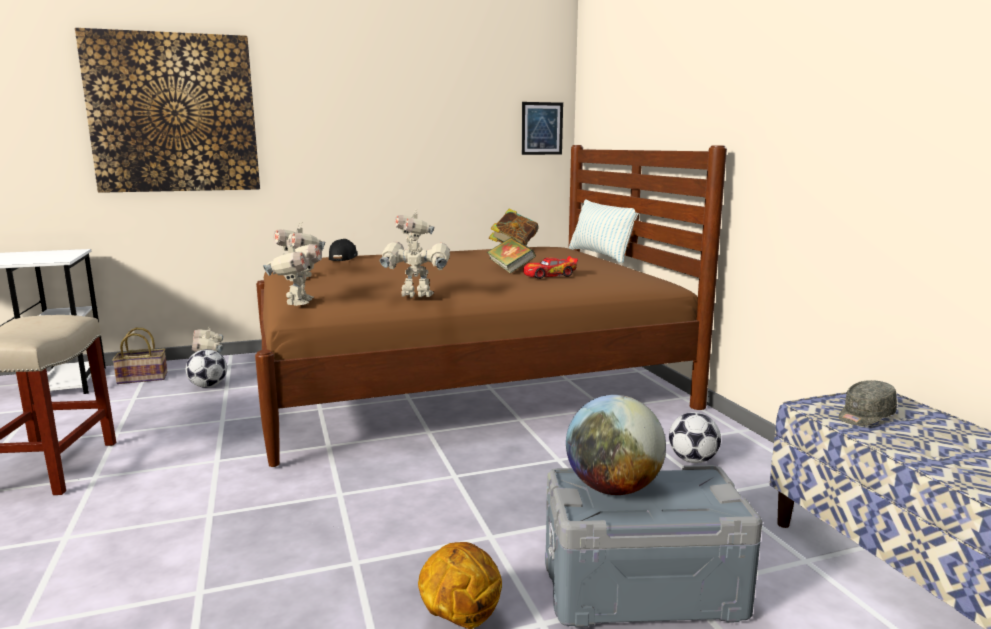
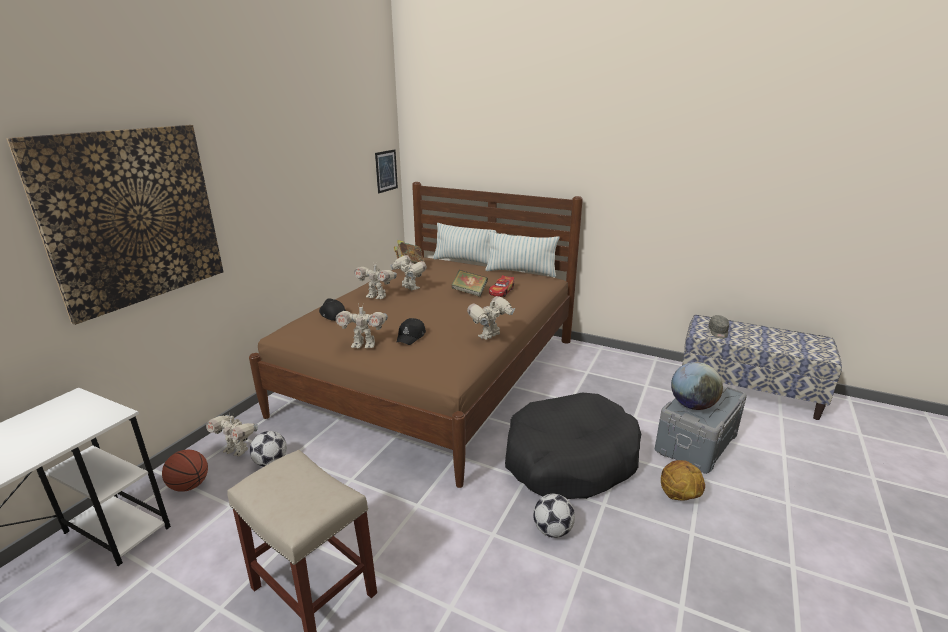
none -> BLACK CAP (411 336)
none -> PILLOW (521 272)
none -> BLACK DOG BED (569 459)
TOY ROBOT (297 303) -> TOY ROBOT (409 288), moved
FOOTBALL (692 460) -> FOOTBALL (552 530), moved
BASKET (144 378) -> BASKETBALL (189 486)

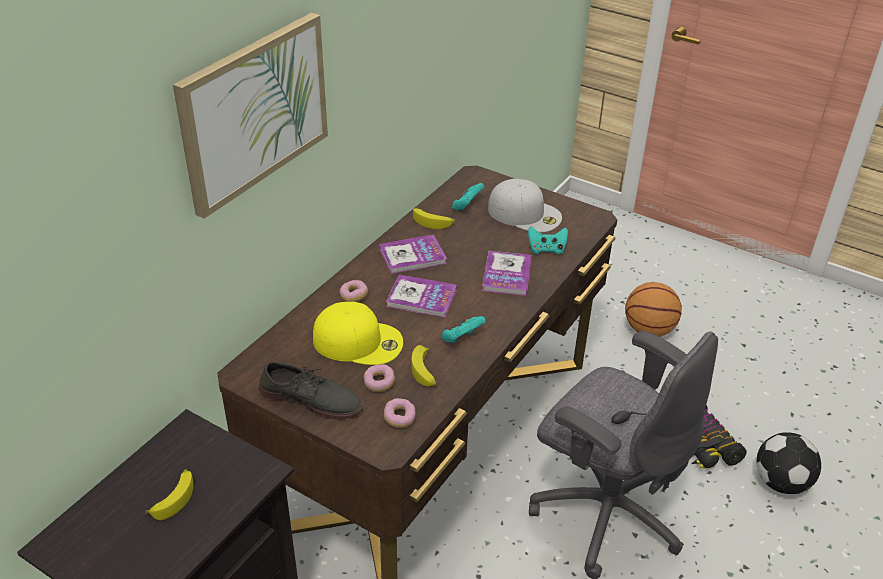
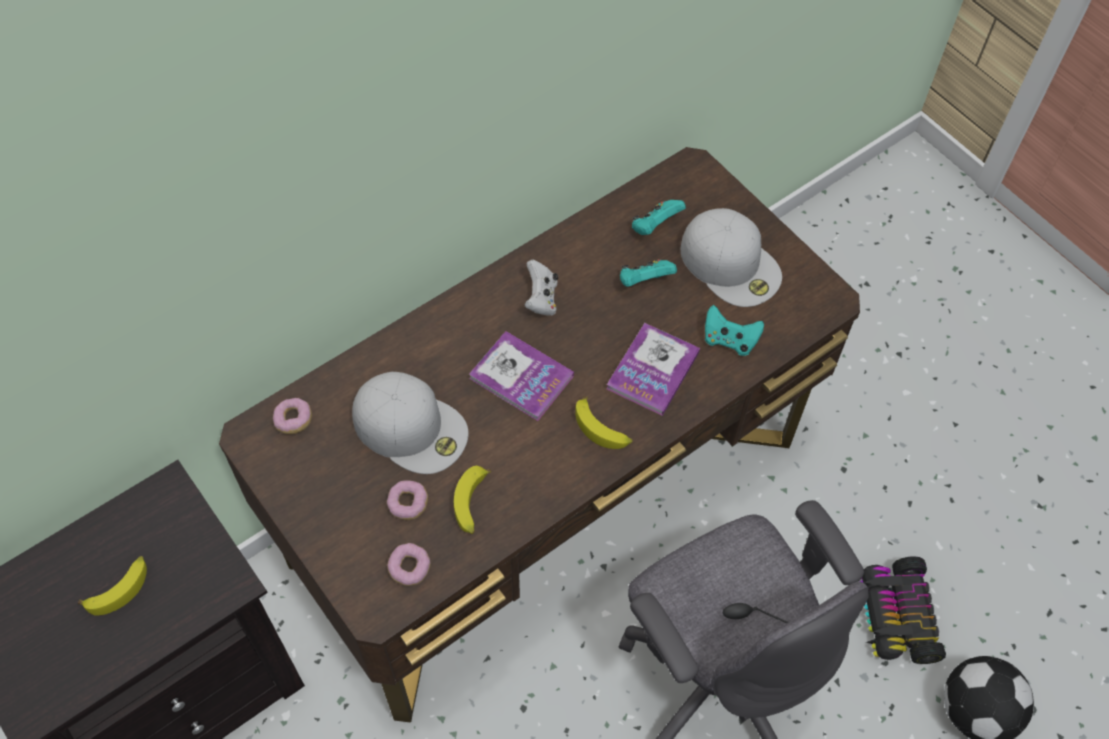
PICTURE (254 111) -> none
GREY SHOE (311 398) -> none
BASKETBALL (649 330) -> none
DONUT (354 296) -> DONUT (293 420), moved
BANANA (433 222) -> BANANA (602 429), moved
TURQUOISE GAME CONTROLLER (461 339) -> TURQUOISE GAME CONTROLLER (644 282), moved
BOOK (412 256) -> WHITE GAME CONTROLLER (541 299)
YELLOW CAP (359 341) -> WHITE CAP (411 427)

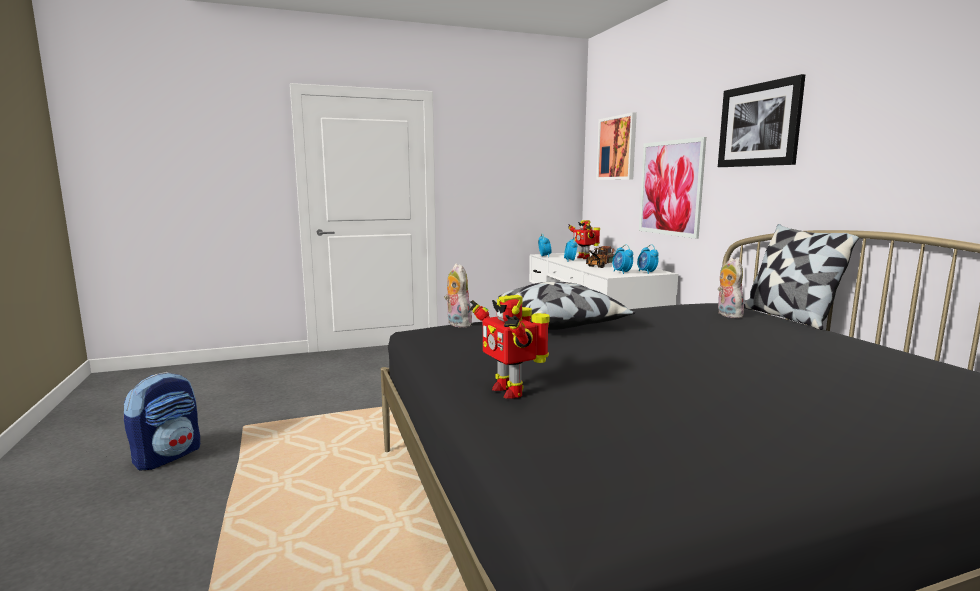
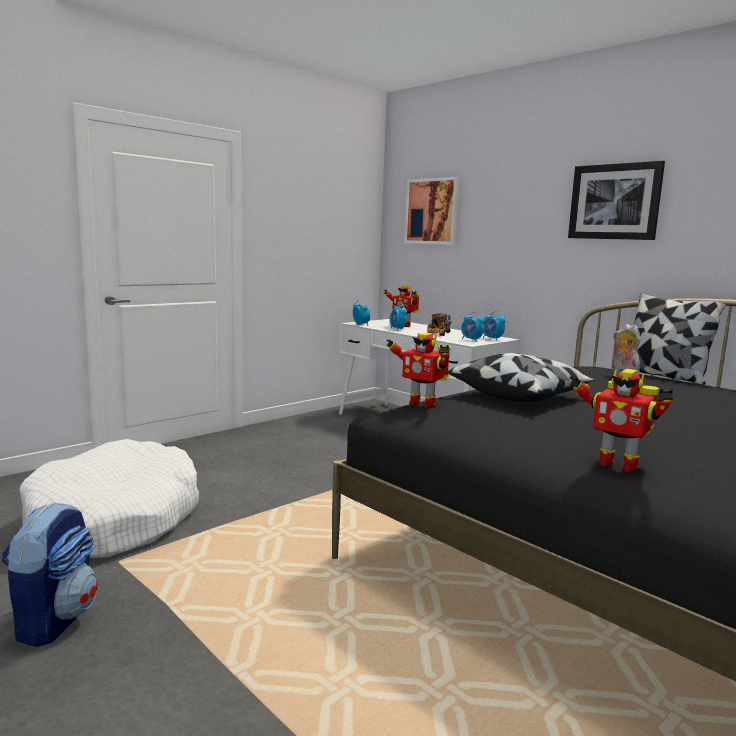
PICTURE (670 188) -> none
none -> WHITE DOG BED (114 520)
PLUSH TOY (457 324) -> TOY ROBOT (421 404)

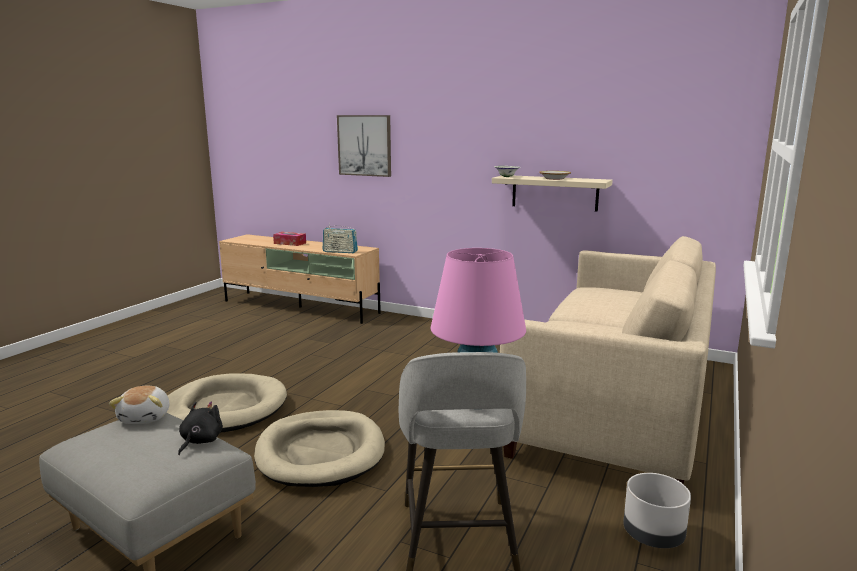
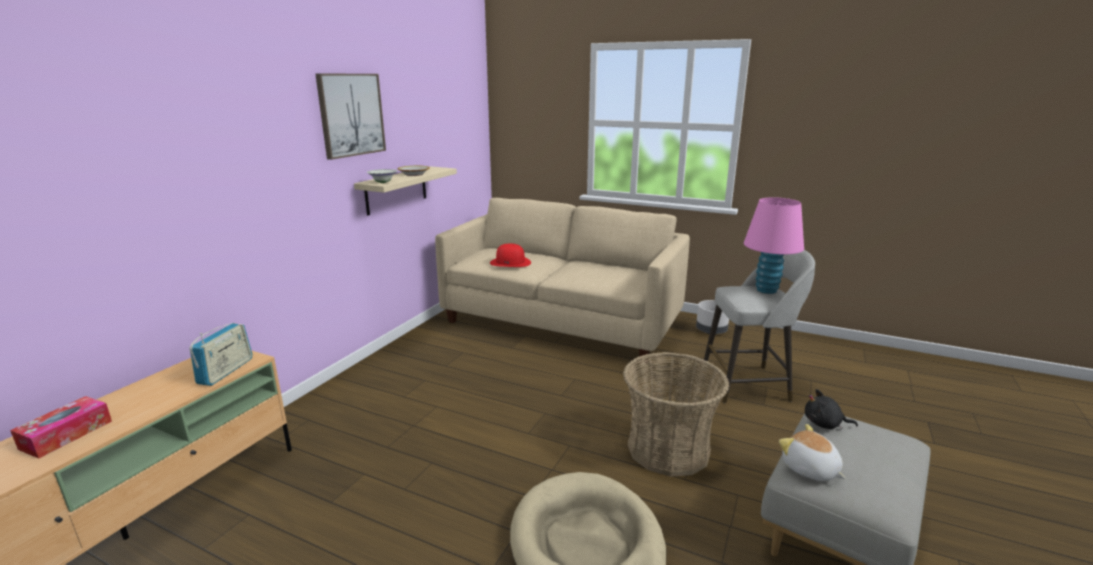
none -> RED HAT (510 262)
PICTURE (365 145) -> PICTURE (351 115), moved
BEIGE DOG BED (321 453) -> BASKET (668 449)
PLUSH TOY (146 417) -> PLUSH TOY (809 469), 120 degrees counterclockwise

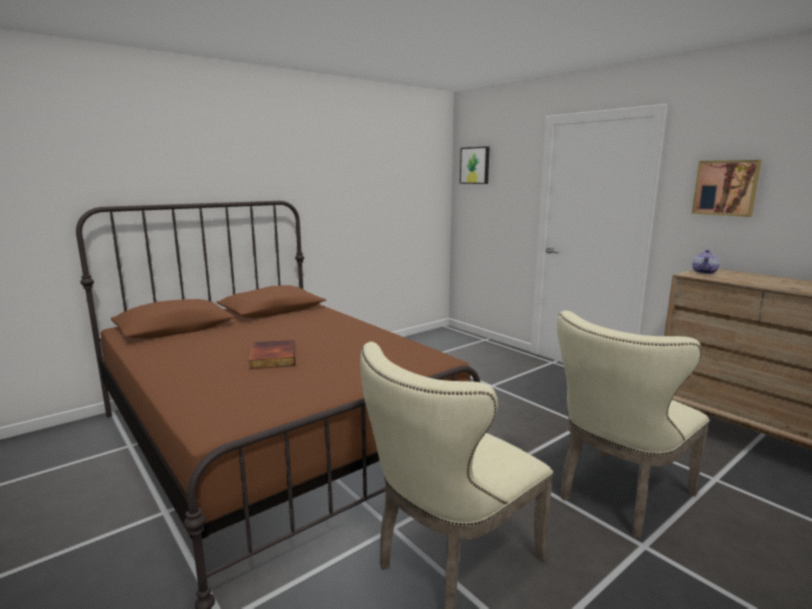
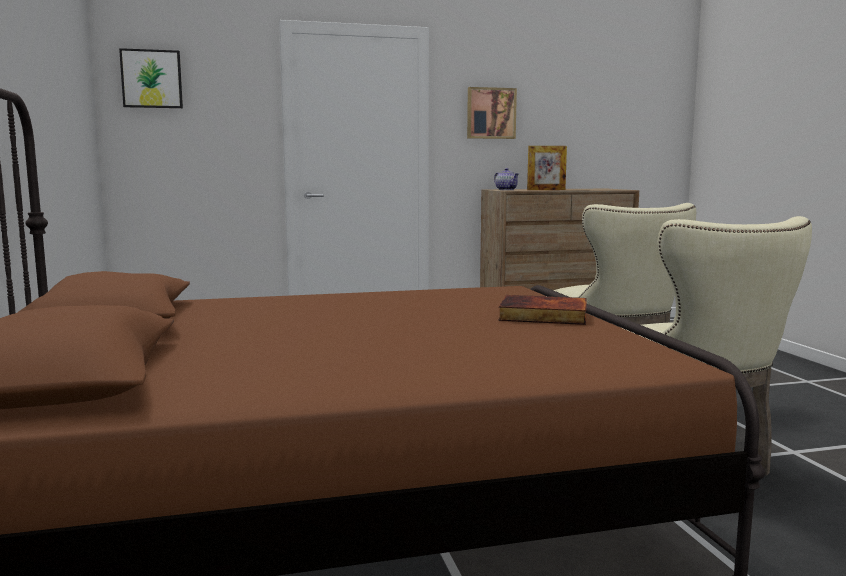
none -> PICTURE FRAME (546 190)
BOOK (272 357) -> BOOK (542 316), moved

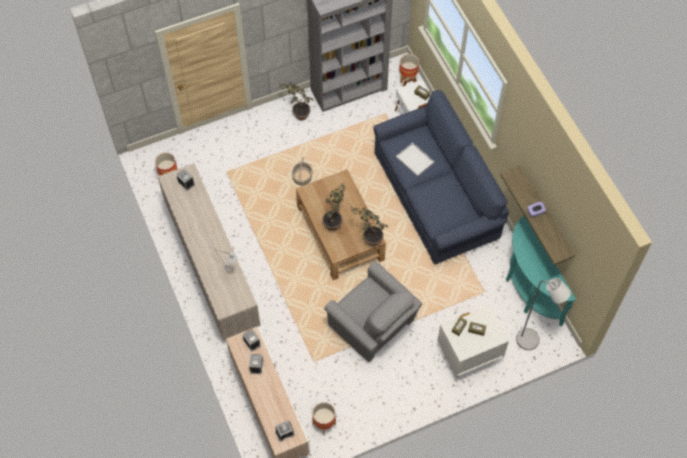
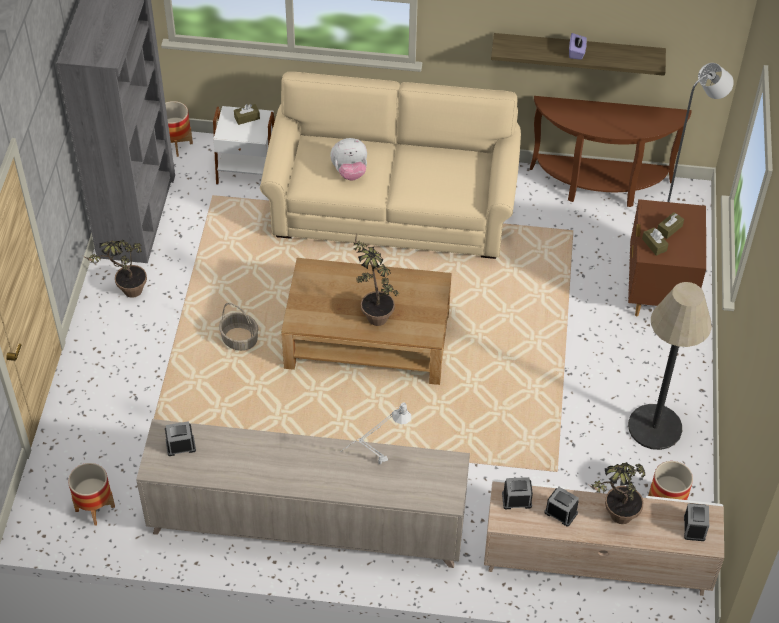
GREY ARMCHAIR (373 327) -> none
none -> FLOOR LAMP (654 427)
POTTED PLANT (369 238) -> POTTED PLANT (614 518), moved
WHITE TRAY (415 160) -> PLUSH TOY (350 172)
BLUE SOFA (435 198) -> BEIGE SOFA (392 209)
WHITE NIGHTSTAND (468 356) -> BROWN NIGHTSTAND (658 294)
TURQUOISE CONSOLE TABLE (528 290) -> BROWN CONSOLE TABLE (600 187)

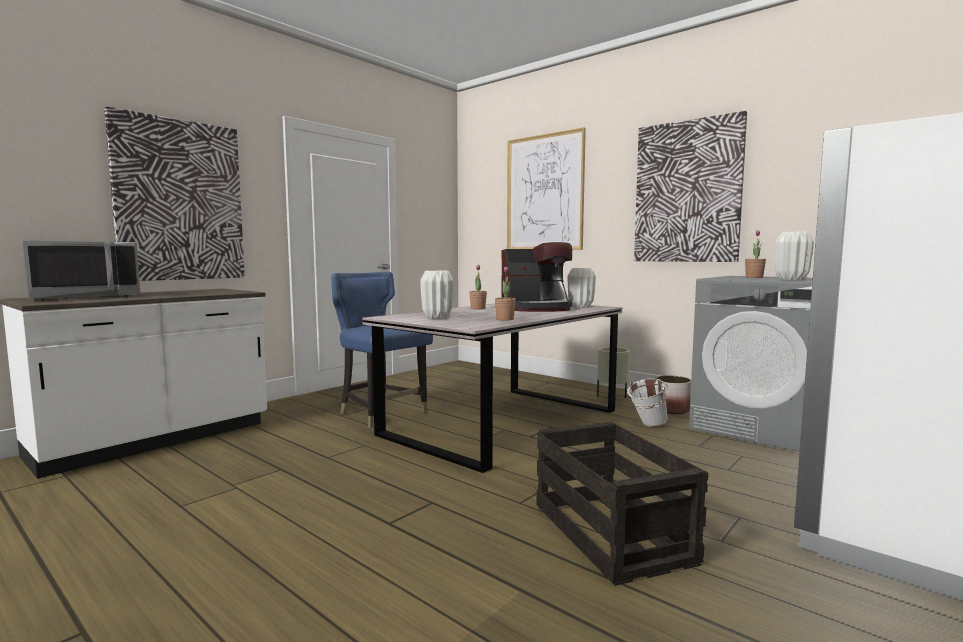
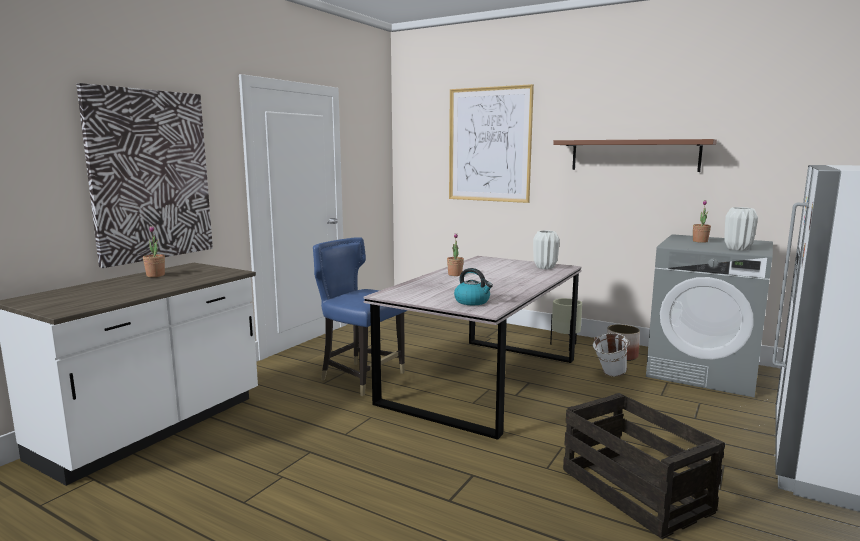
GREY MICROWAVE (85 297) -> none
WHITE VASE (437 317) -> none
COFFEE MACHINE (536 308) -> none
none -> KETTLE (472 301)
POTTED PLANT (505 319) -> POTTED PLANT (155 275), moved
PICTURE (687 192) -> BROWN SHELF (634 155)

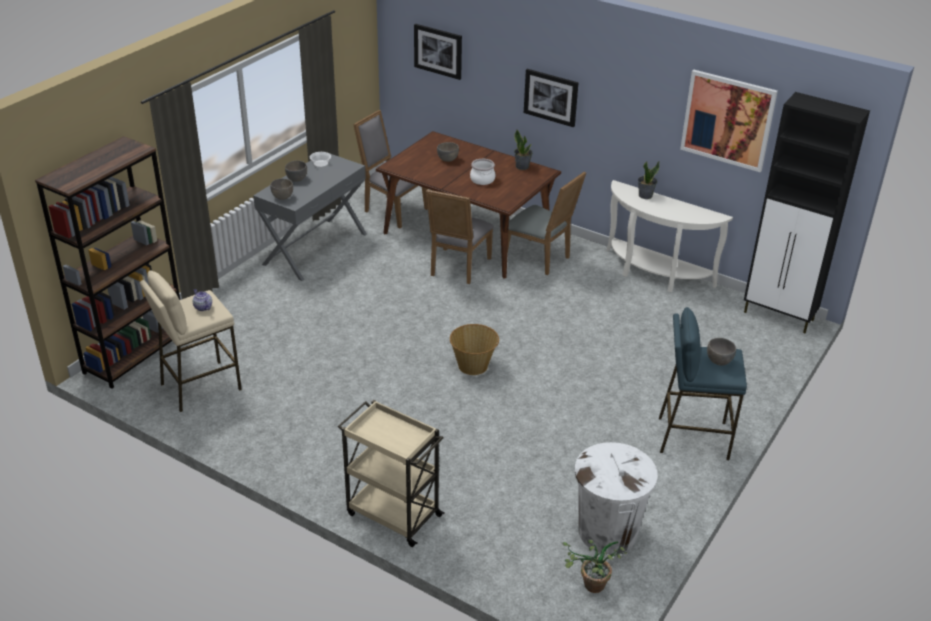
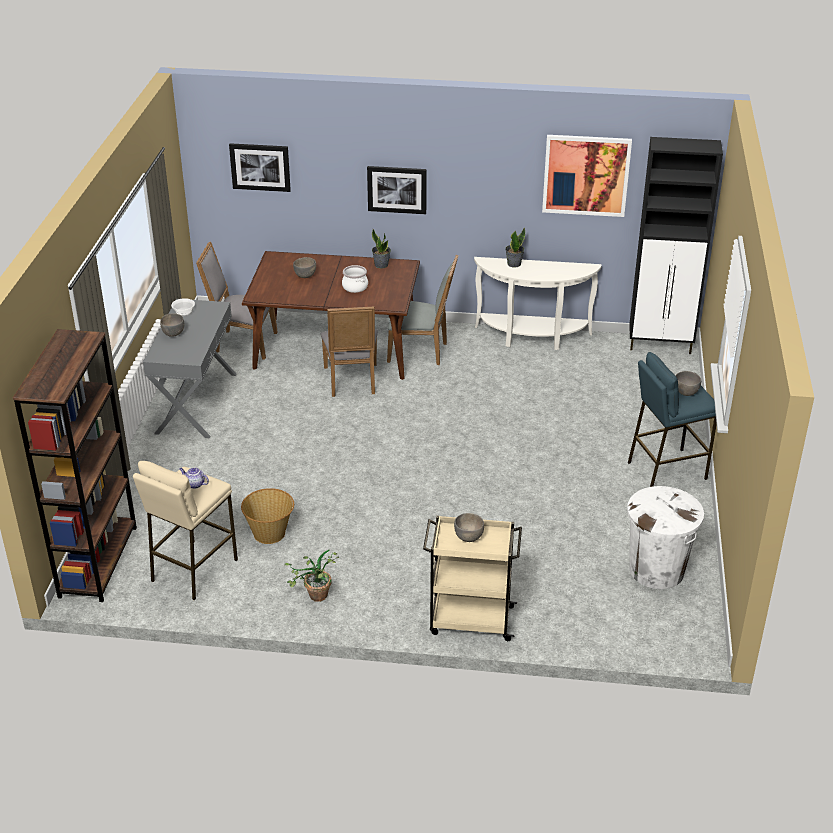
GREY BOWL (282 197) -> GREY BOWL (469 537), moved
BASKET (473 366) -> BASKET (270 533), moved
POTTED PLANT (589 587) -> POTTED PLANT (314 598), moved

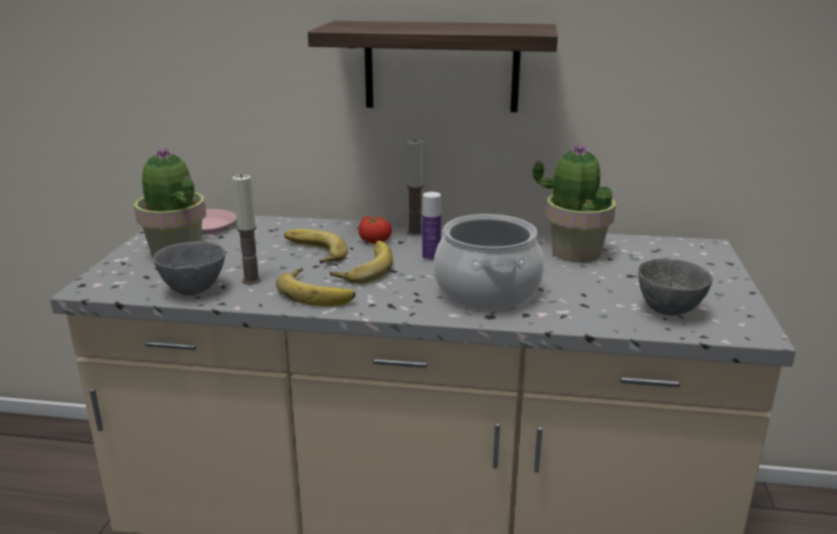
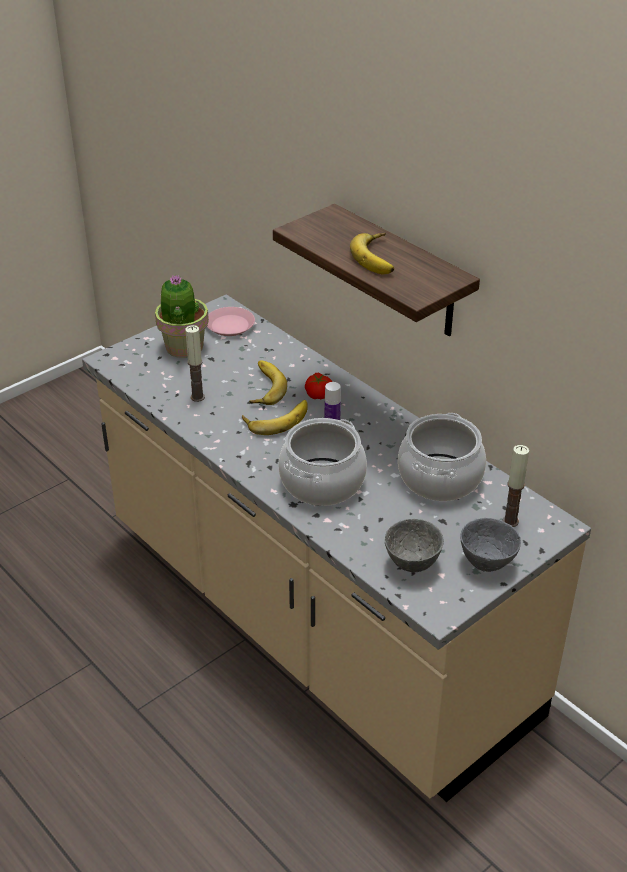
GREY BOWL (193 290) -> GREY BOWL (487 562), moved
BANANA (318 292) -> BANANA (379 257), moved
CANDLE (415 232) -> CANDLE (510 521), moved
POTTED PLANT (575 252) -> COOKING POT (440 478)

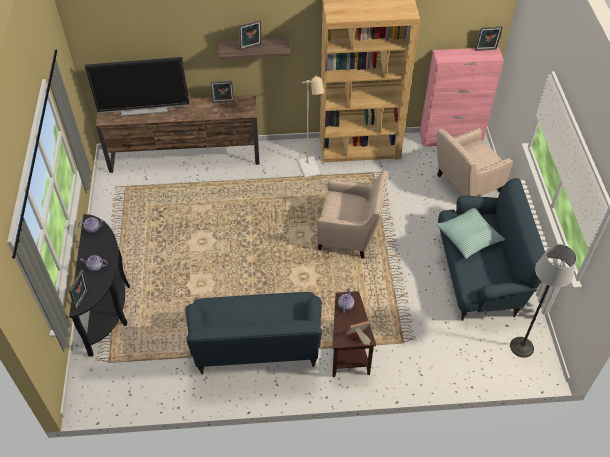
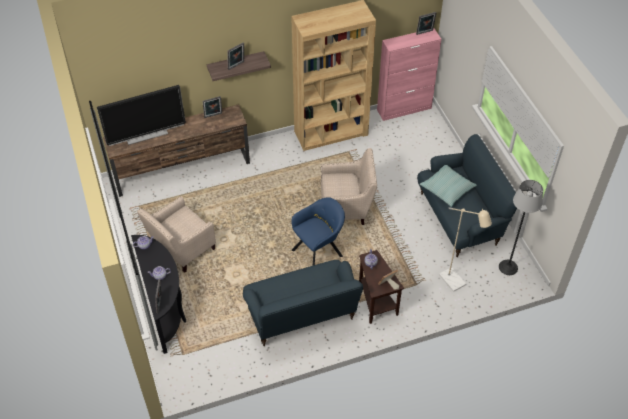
none -> BLUE ARMCHAIR (319 252)
BEIGE FLOOR LAMP (310 171) -> BEIGE FLOOR LAMP (455 283), moved
BEIGE ARMCHAIR (465 185) -> BEIGE ARMCHAIR (181 249), moved

